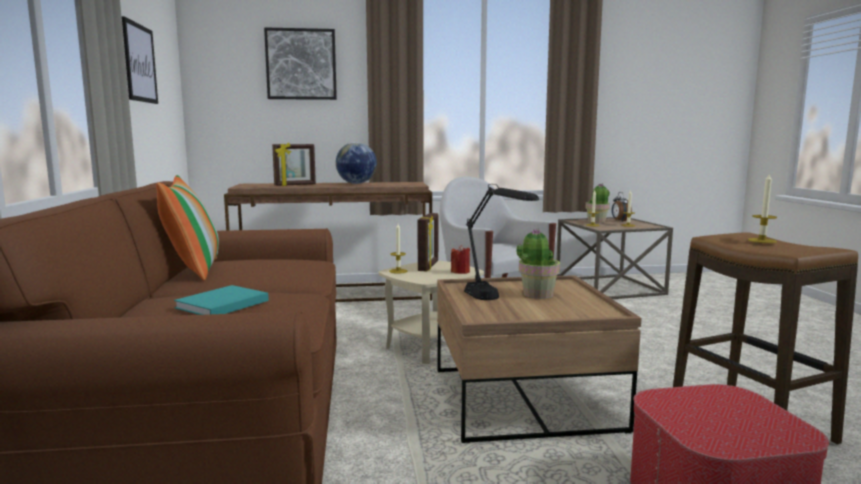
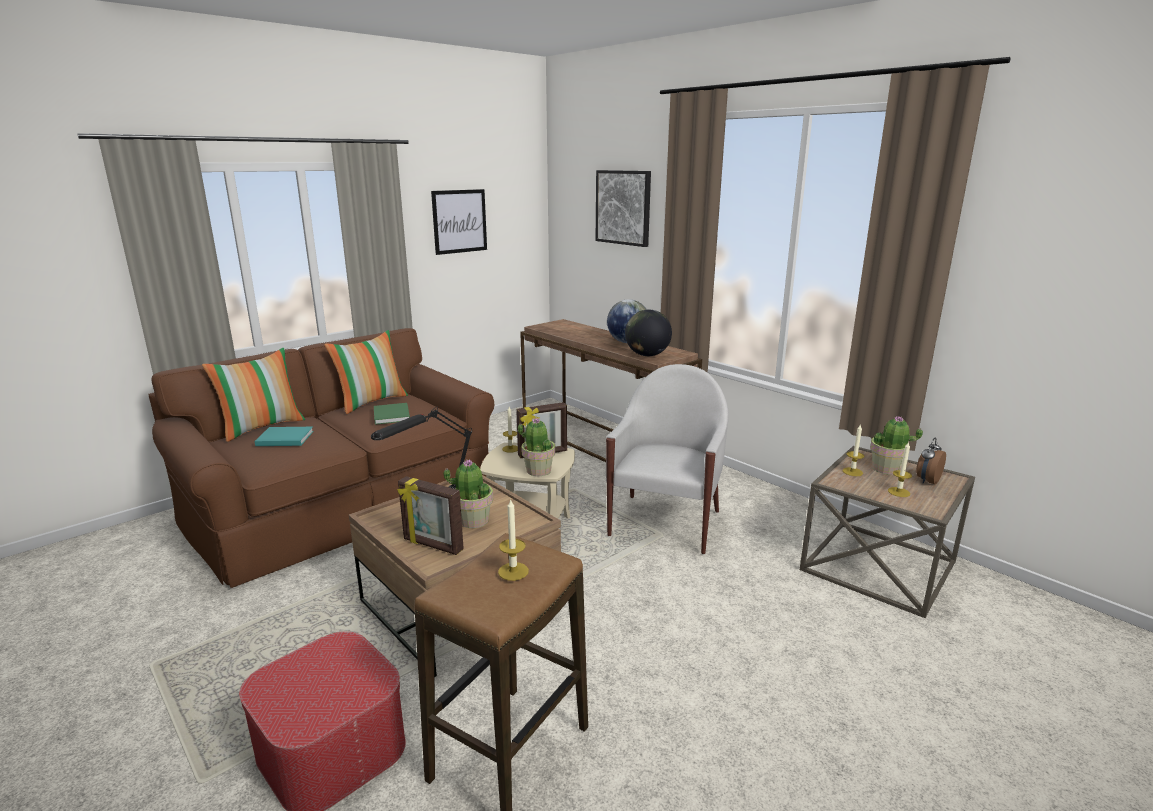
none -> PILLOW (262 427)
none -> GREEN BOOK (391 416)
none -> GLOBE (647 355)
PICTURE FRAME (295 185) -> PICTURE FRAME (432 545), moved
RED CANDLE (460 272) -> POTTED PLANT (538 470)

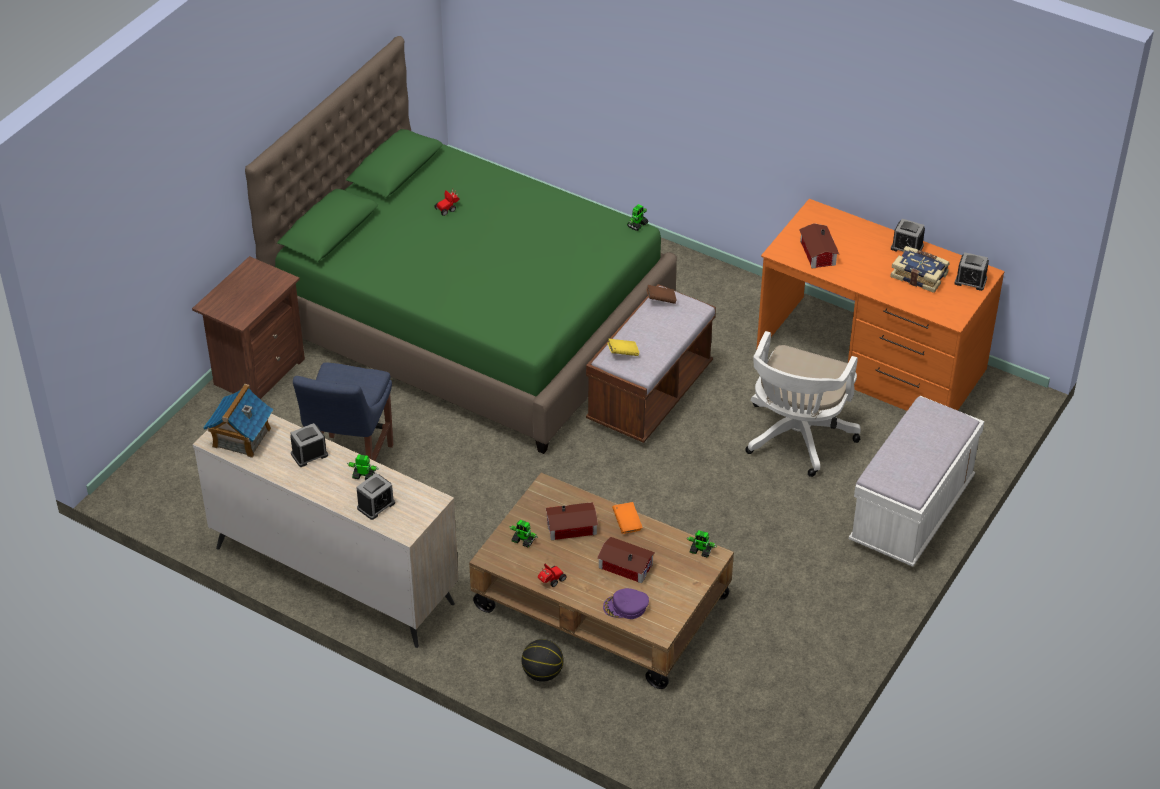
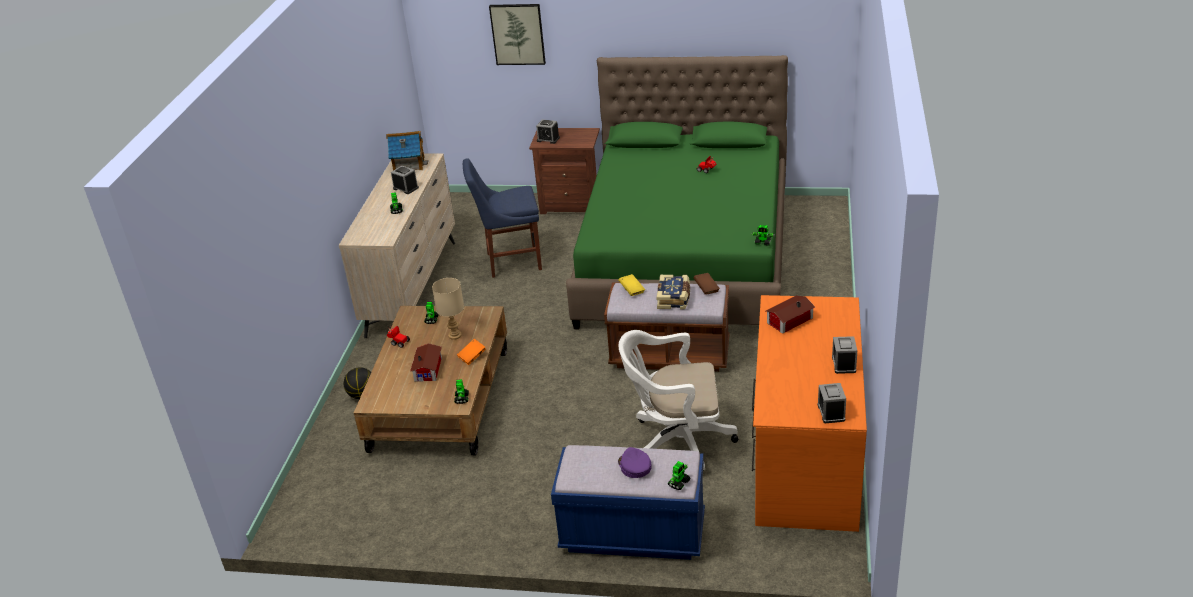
none -> PICTURE (518 34)
none -> TOY ROBOT (679 483)
ALARM CLOCK (376 505) -> ALARM CLOCK (548 139), moved
PURPLE CAP (625 607) -> PURPLE CAP (634 466), moved
BOOK (919 275) -> BOOK (674 298), moved
TOY HOUSE (573 528) -> BEIGE TABLE LAMP (454 336)
WHITE BENCH (911 513) -> BLUE BENCH (632 534)

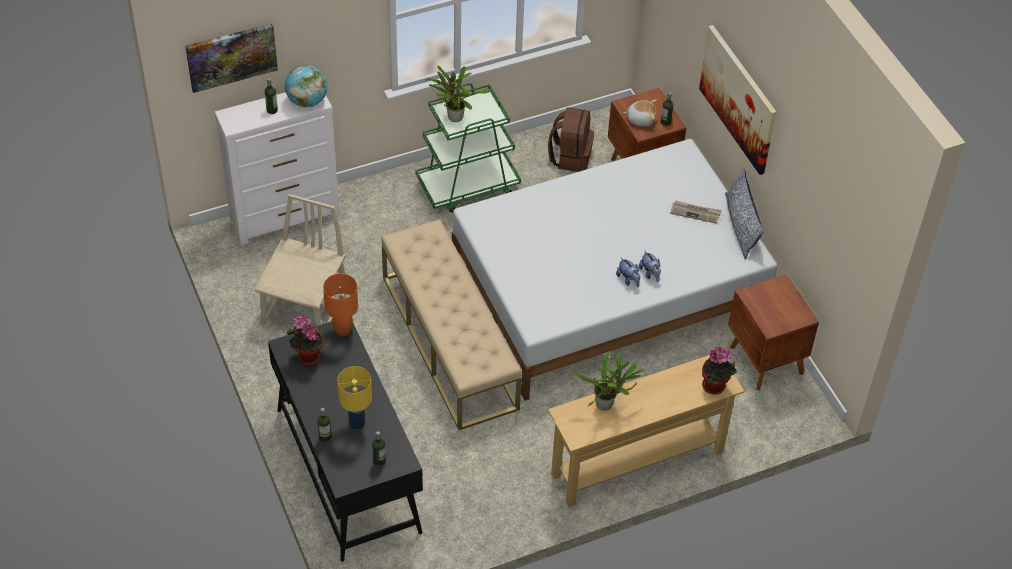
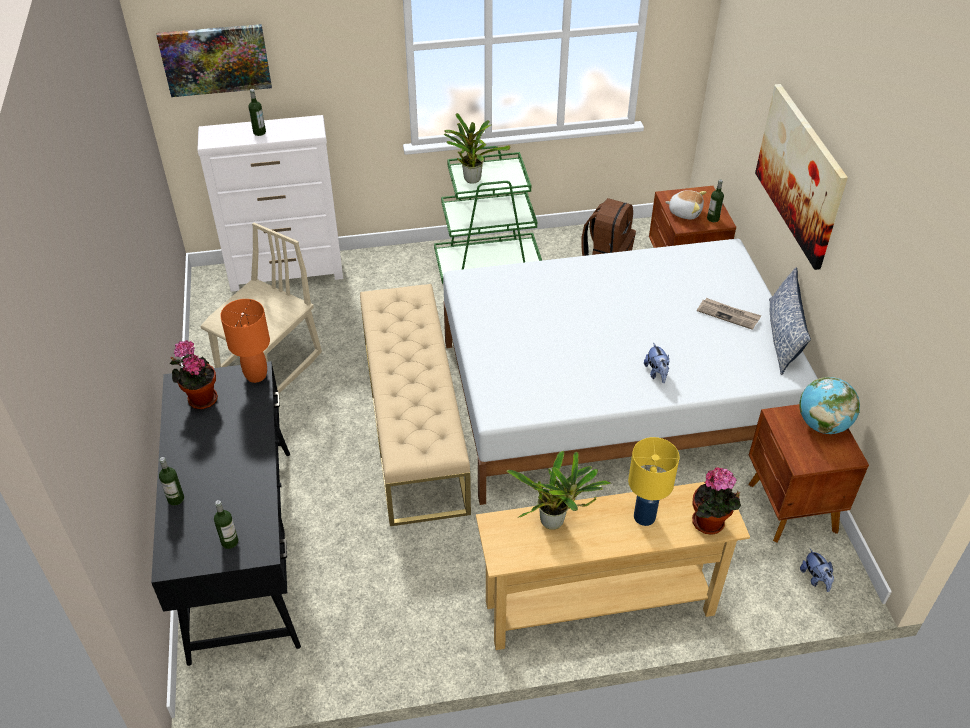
GLOBE (307 101) -> GLOBE (822 424), moved
YELLOW TABLE LAMP (357 422) -> YELLOW TABLE LAMP (645 516), moved
PLUSH TOY (628 280) -> PLUSH TOY (815 578), moved

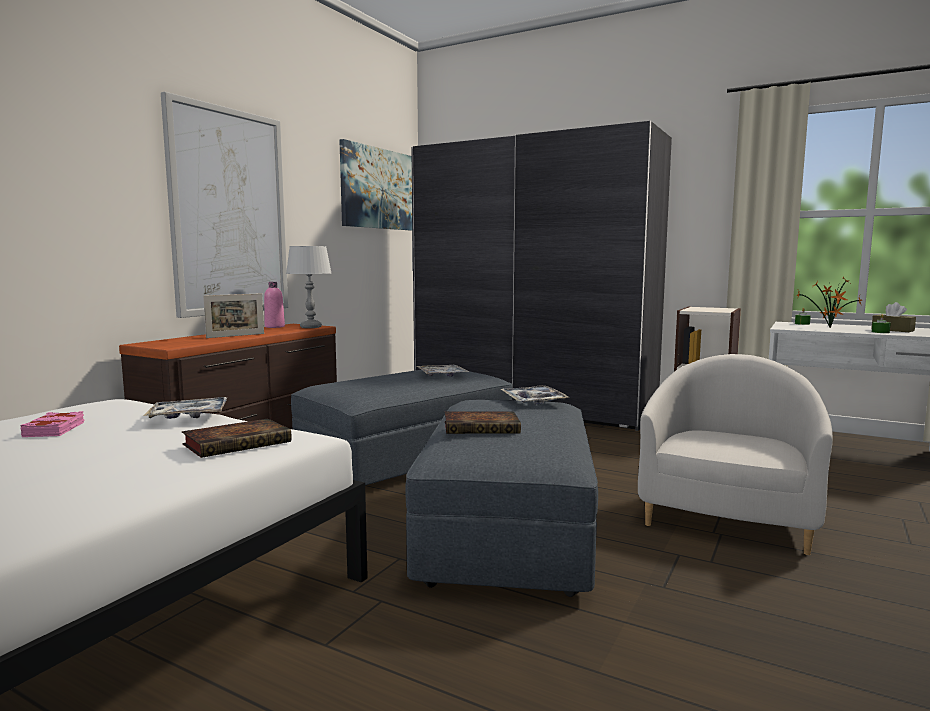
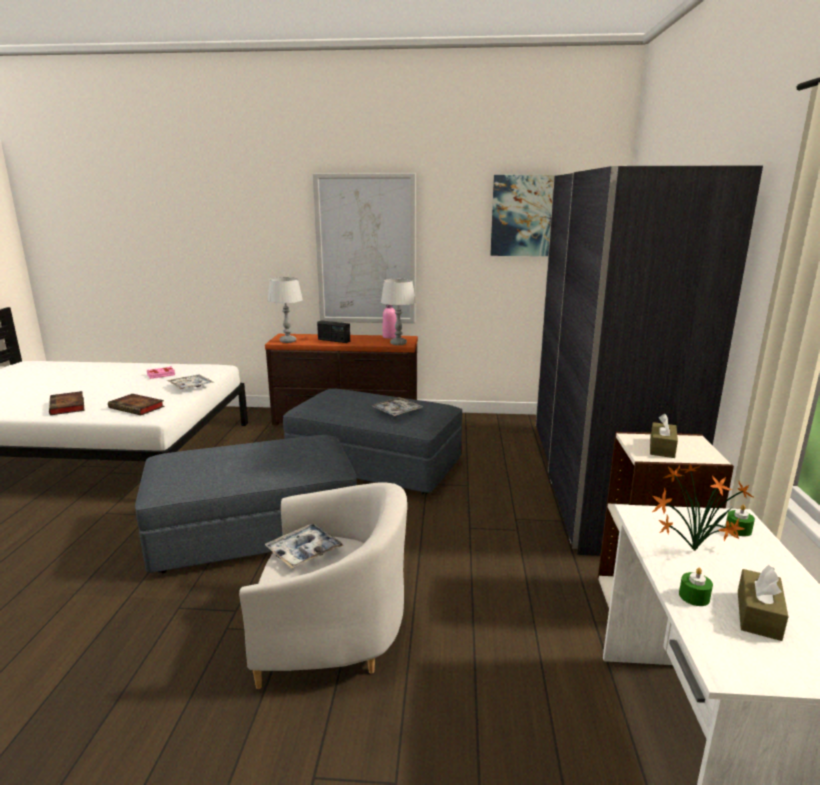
none -> GREY TABLE LAMP (288 341)
none -> BROWN TISSUE BOX (662 448)
BOOK (483 428) -> BOOK (68 406), moved
TRAY (533 401) -> TRAY (304 551), moved
PICTURE FRAME (235 336) -> RADIO (334 340)

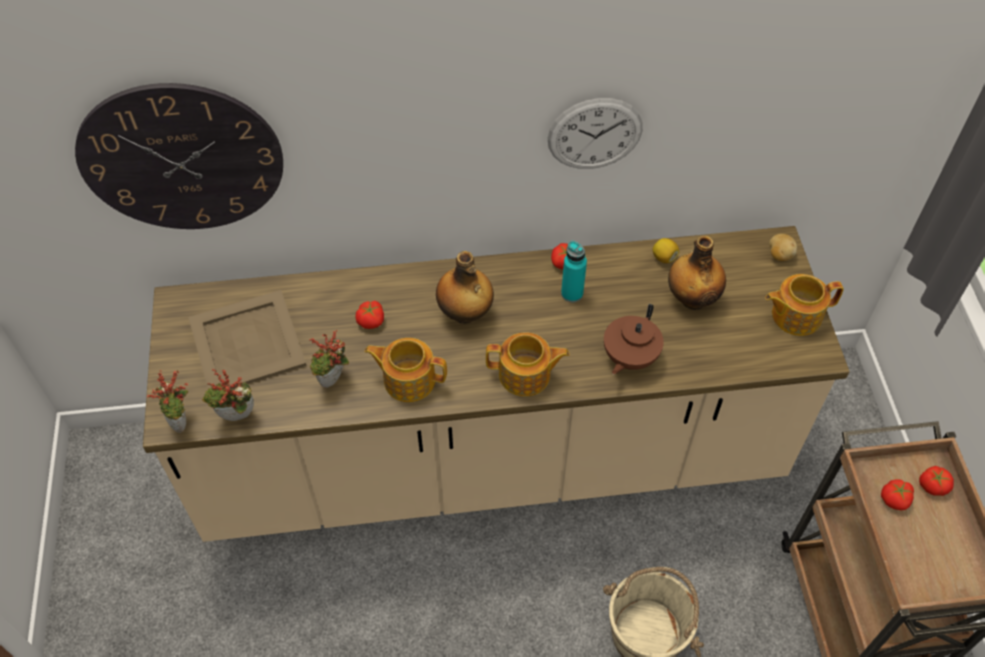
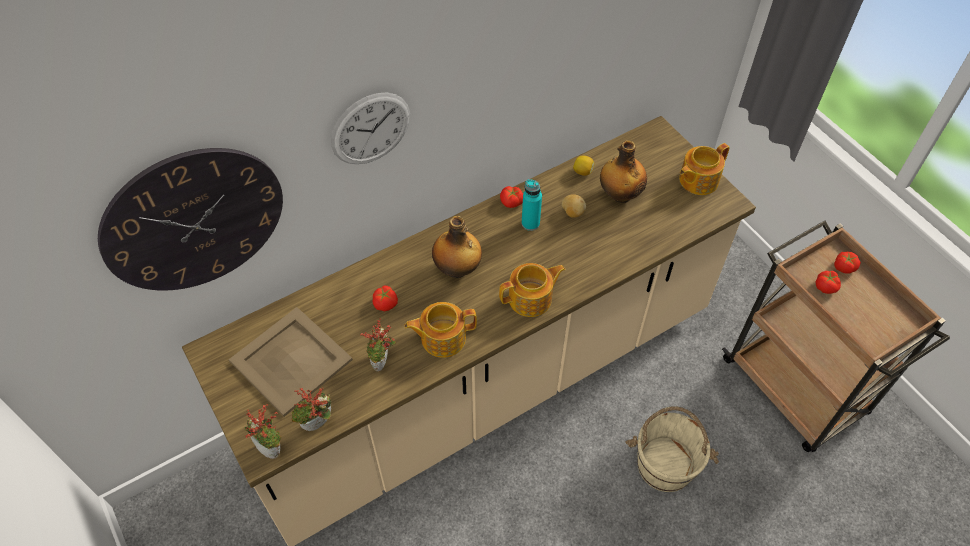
BROWN TEAPOT (629 357) -> none
WALL CLOCK (595 134) -> WALL CLOCK (371 129), moved
POTATO (779 255) -> POTATO (572 212), moved

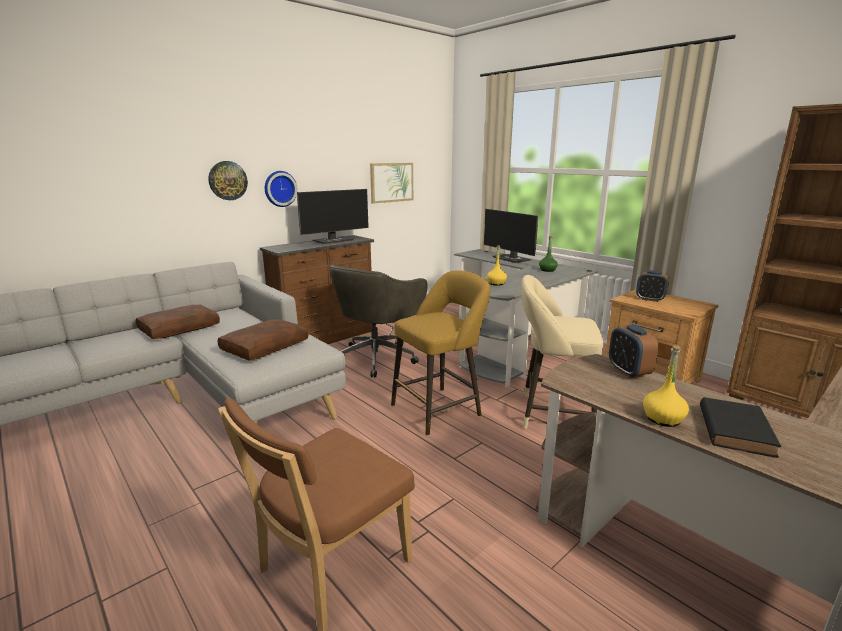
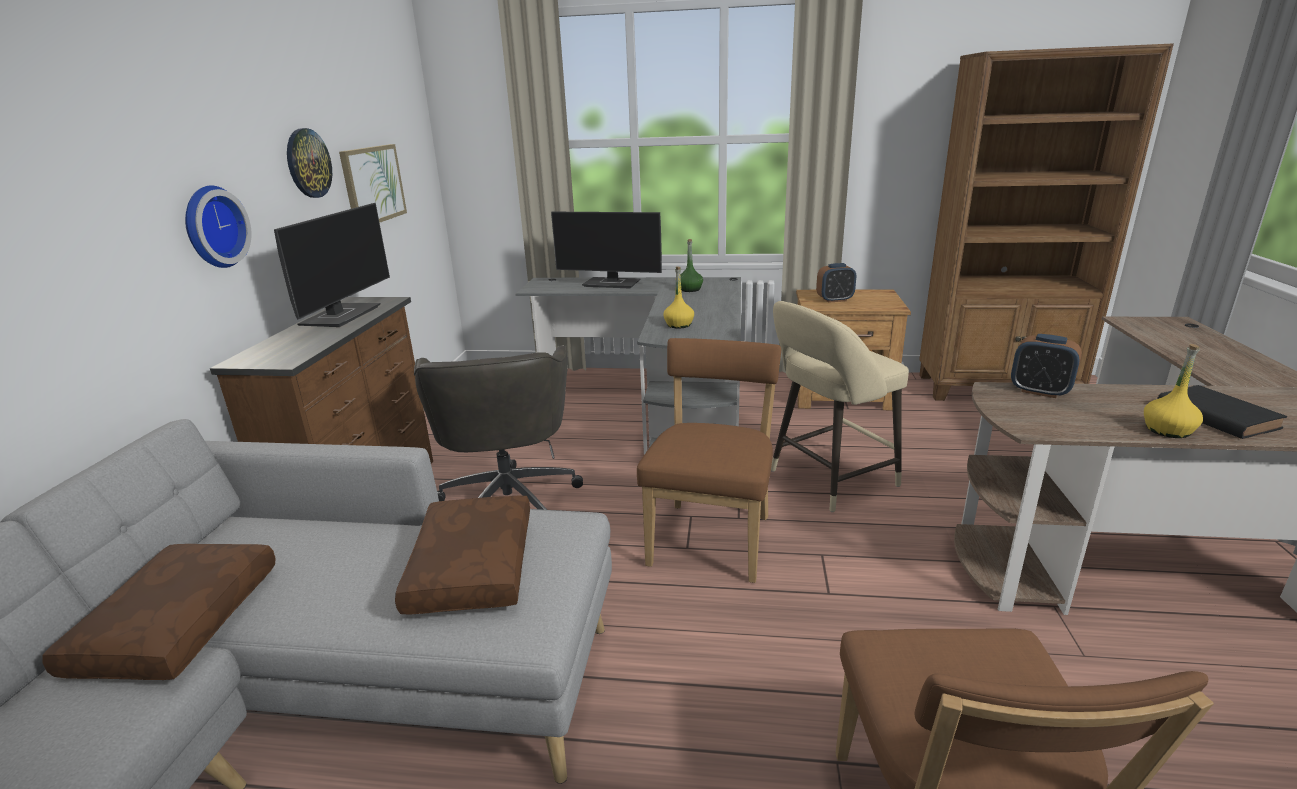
WALL CLOCK (227 180) -> WALL CLOCK (308 163), moved
YELLOW STOOL (440 409) -> BROWN CHAIR (712 537)

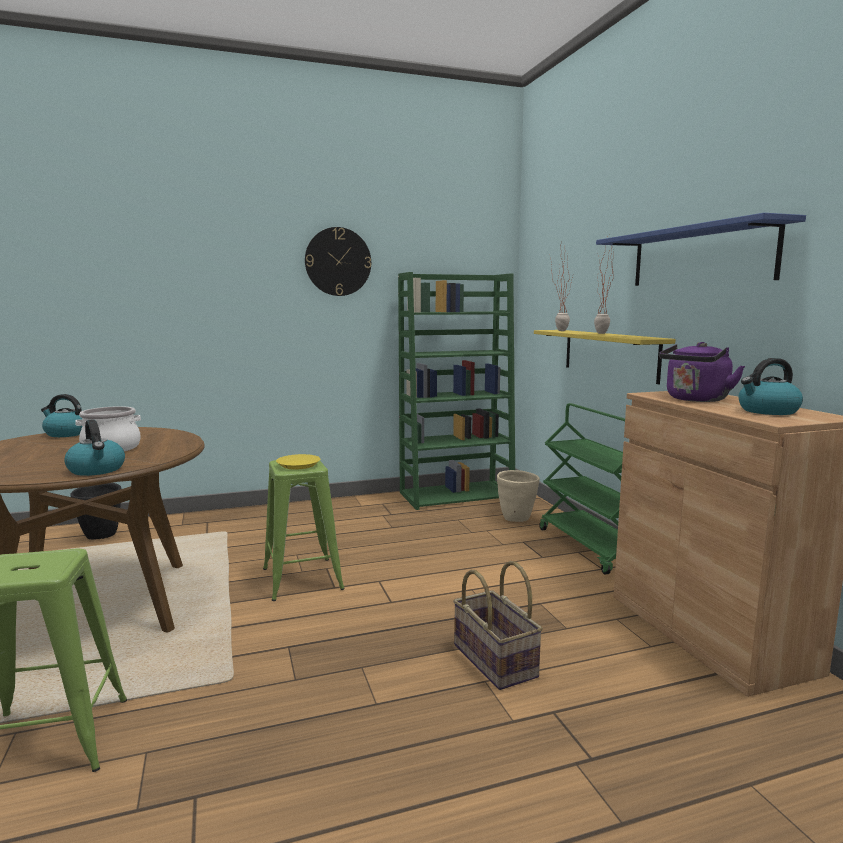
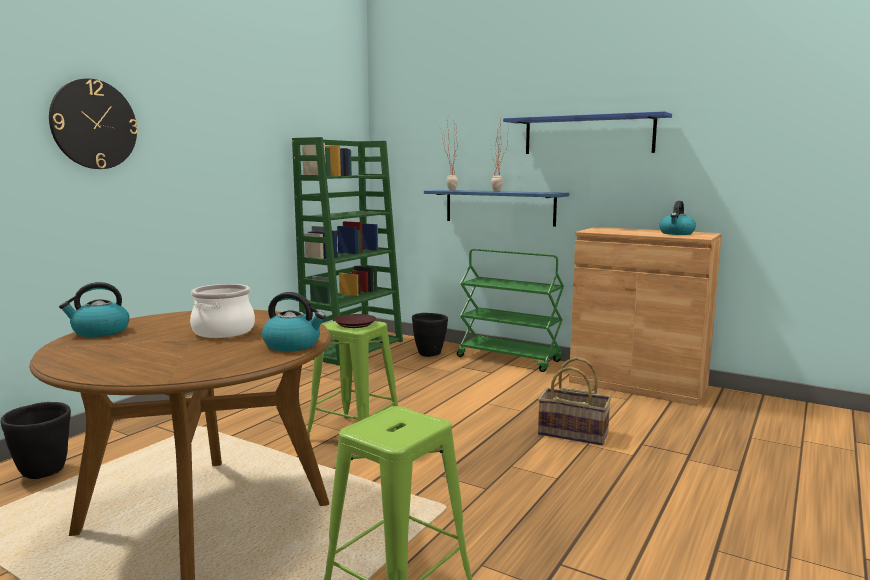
PURPLE KETTLE (695 400) -> none
WALL CLOCK (338 262) -> WALL CLOCK (94 124), moved
YELLOW PLATE (299 465) -> BROWN PLATE (355 324)
BEIGE PLANTER (517 518) -> BLACK PLANTER (430 354)
YELLOW SHELF (609 354) -> BLUE SHELF (499 207)

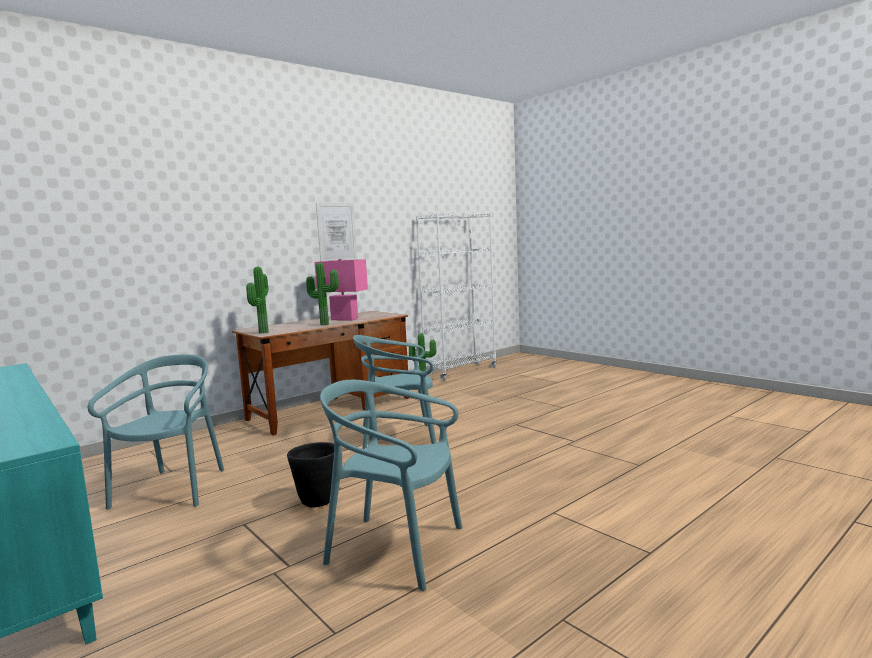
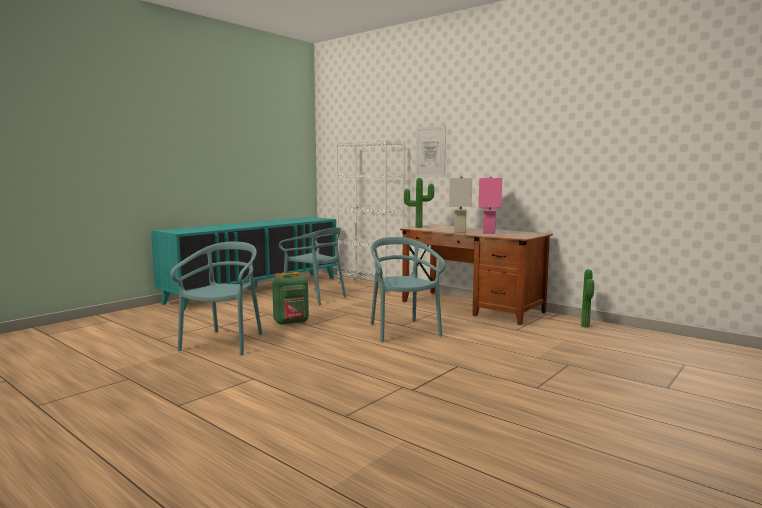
PICTURE (336 232) -> PICTURE (430 152), moved
WHITE BOOKCASE (461 372) -> WHITE BOOKCASE (370 286), moved
BLACK PLANTER (317 501) -> GREEN BACKPACK (291 323)
POTTED PLANT (325 324) -> WHITE TABLE LAMP (460 231)
TURQUOISE CHAIR (172 489) -> TURQUOISE CHAIR (315 297), 45 degrees clockwise

